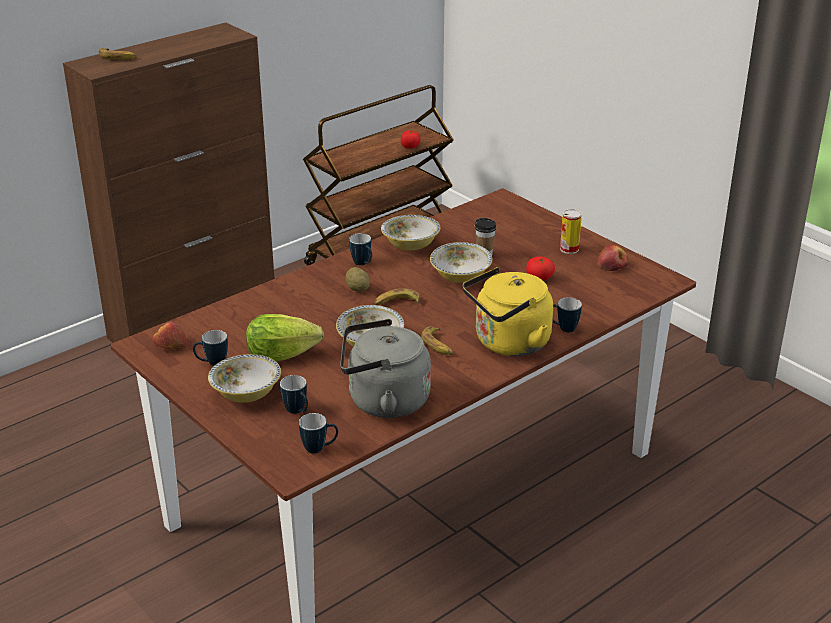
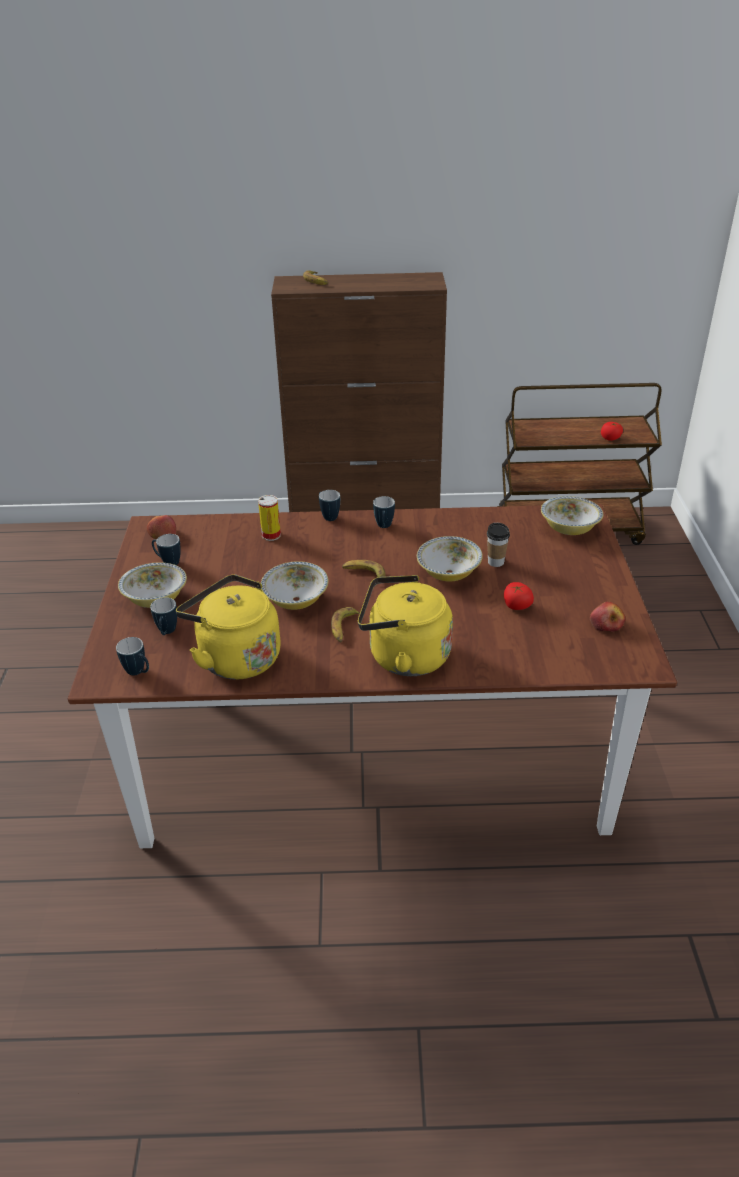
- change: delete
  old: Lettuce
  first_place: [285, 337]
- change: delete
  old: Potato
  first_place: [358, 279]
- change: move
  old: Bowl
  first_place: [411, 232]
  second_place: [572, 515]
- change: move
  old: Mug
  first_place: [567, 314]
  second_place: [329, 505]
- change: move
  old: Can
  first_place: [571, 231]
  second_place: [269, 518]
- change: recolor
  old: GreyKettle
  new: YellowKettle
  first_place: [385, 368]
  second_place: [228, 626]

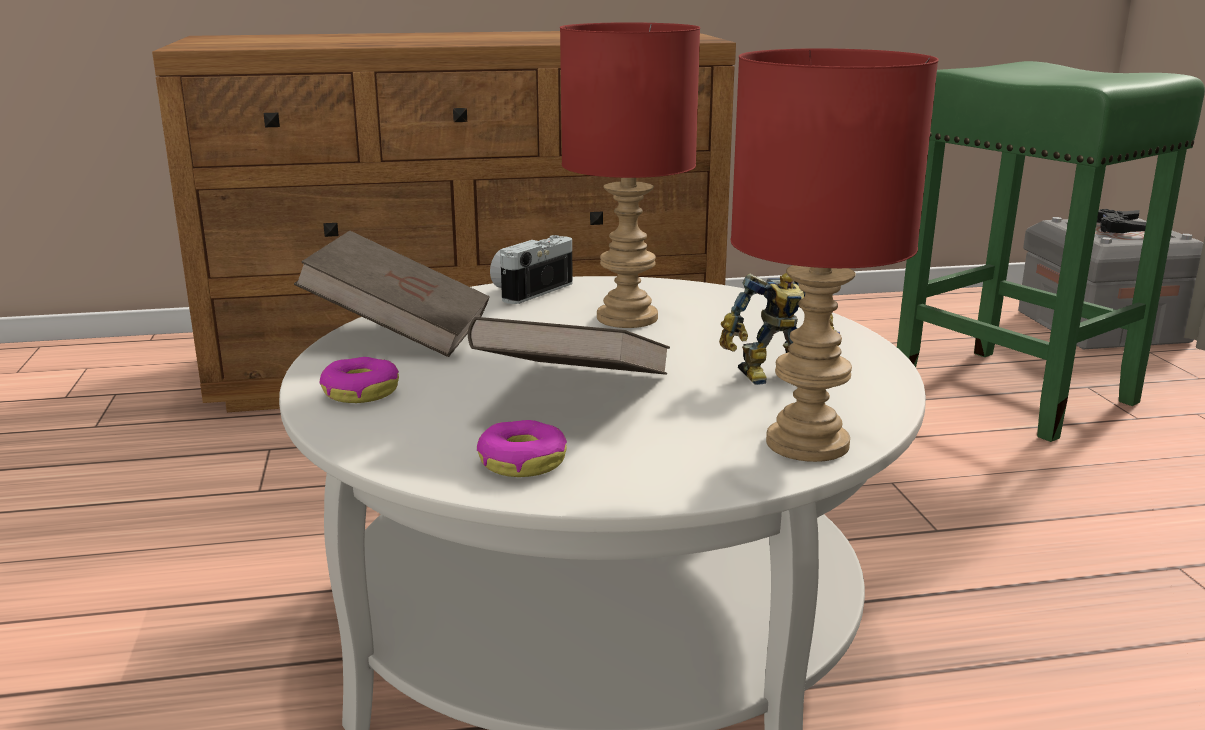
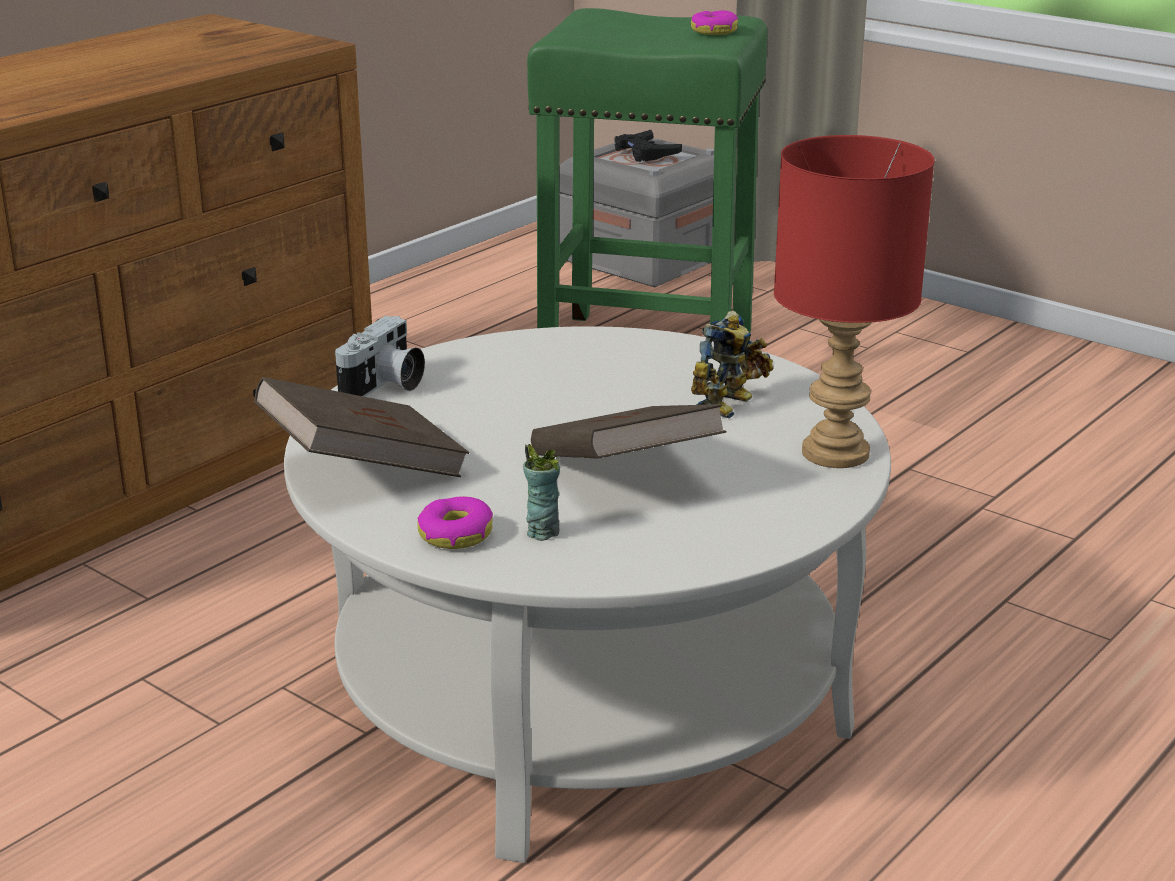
- change: delete
  old: RedTableLamp
  first_place: [630, 175]
- change: insert
  new: Cup
  second_place: [541, 492]
- change: move
  old: Donut
  first_place: [522, 448]
  second_place: [714, 22]
- change: rotate
  old: PhotoCamera
  first_place: [531, 269]
  second_place: [380, 356]
  degrees: -150

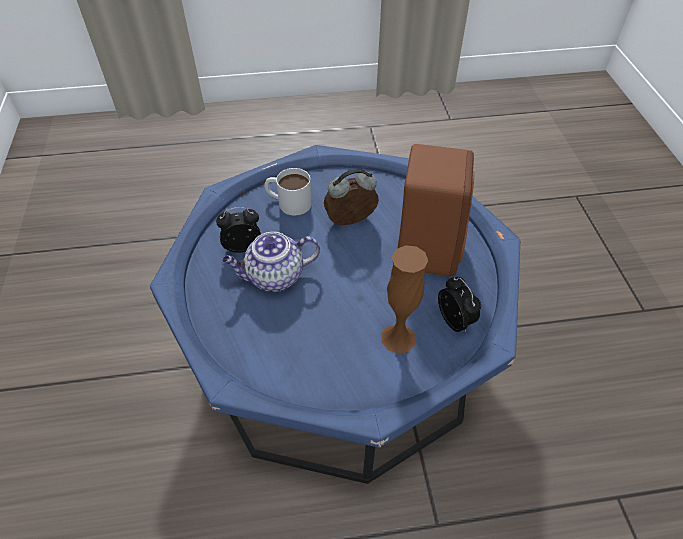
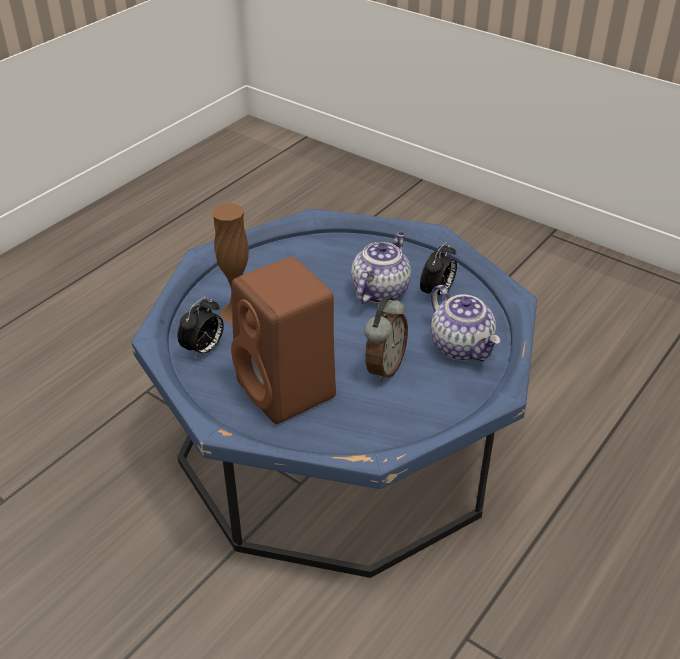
- change: replace
  old: WhiteMug
  new: Teapot
  first_place: [288, 191]
  second_place: [466, 323]
- change: rotate
  old: AlarmClock
  first_place: [459, 304]
  second_place: [200, 328]
  degrees: -75

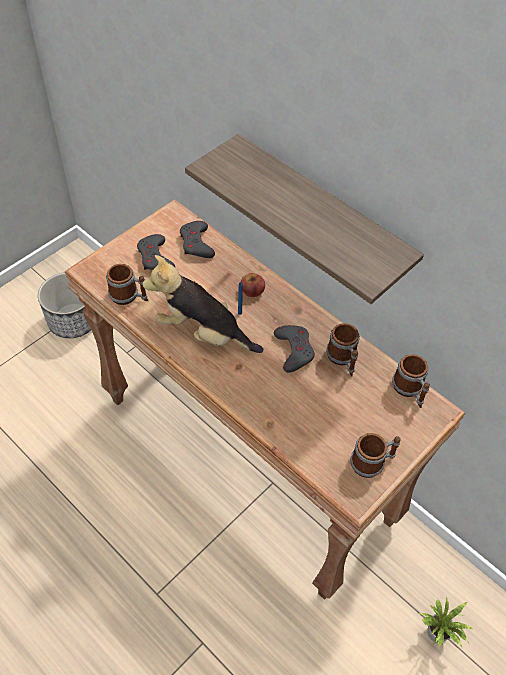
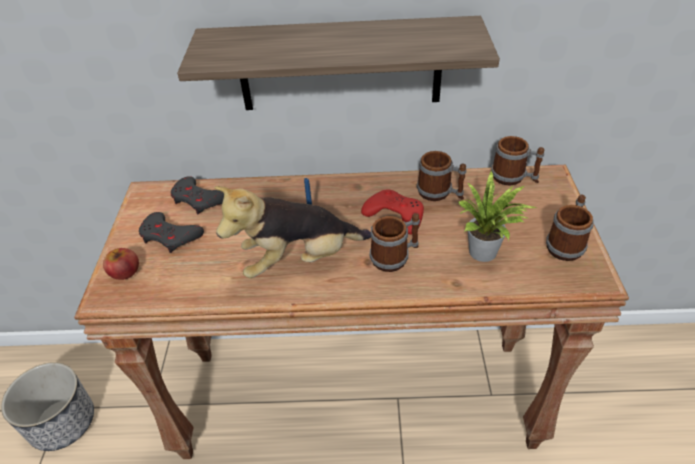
- change: move
  old: Mug
  first_place: [127, 284]
  second_place: [395, 242]
- change: move
  old: Apple
  first_place: [253, 285]
  second_place: [121, 264]
- change: move
  old: PottedPlant
  first_place: [445, 622]
  second_place: [497, 216]
- change: recolor
  old: GreyGameController
  new: RedGameController
  first_place: [294, 349]
  second_place: [392, 211]

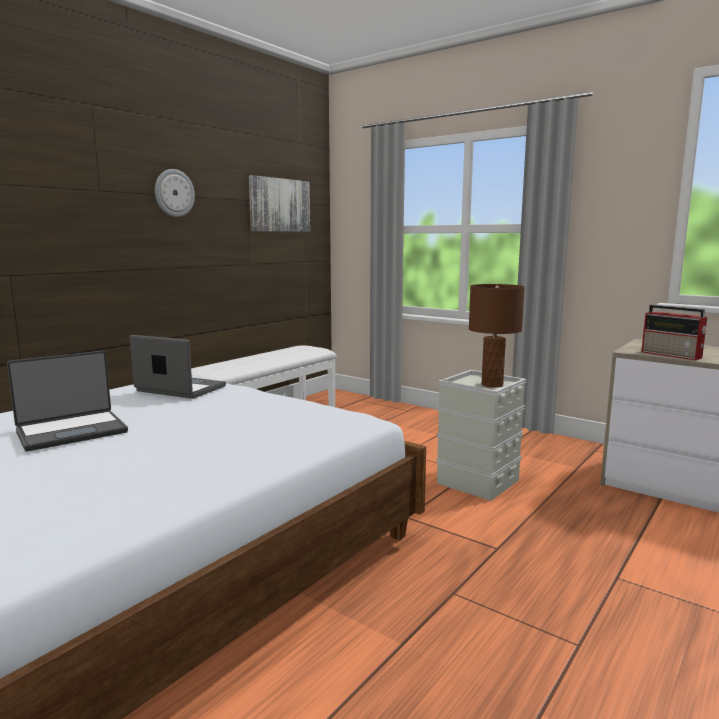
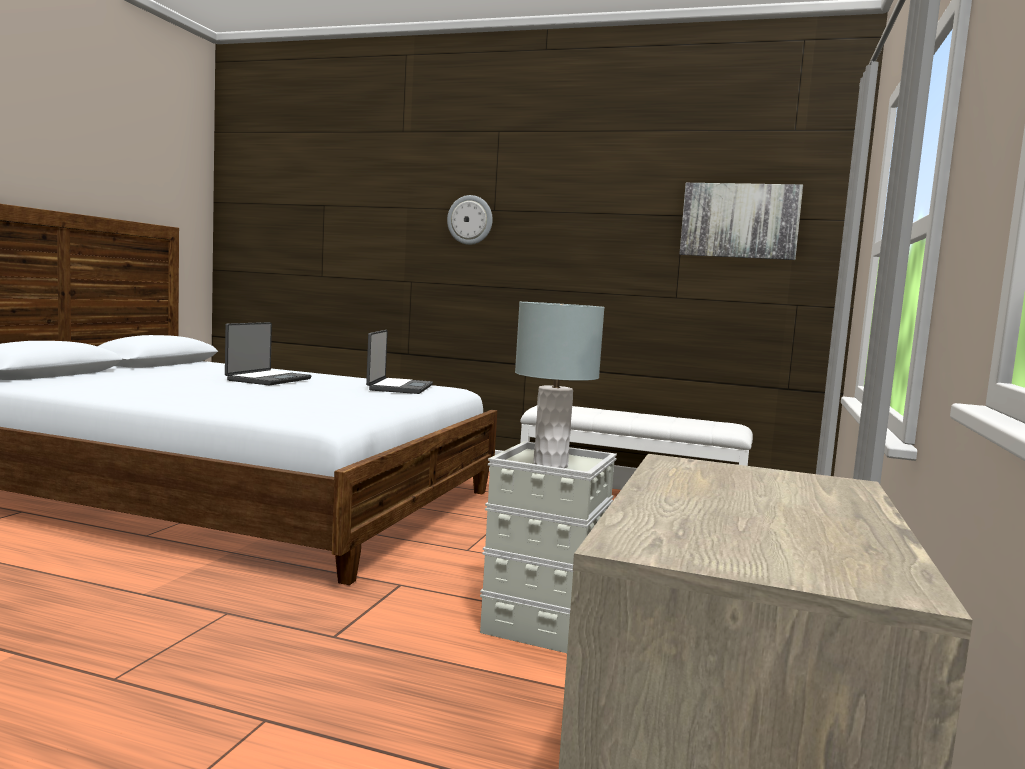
- change: delete
  old: Radio
  first_place: [674, 332]
- change: move
  old: WallClock
  first_place: [175, 193]
  second_place: [470, 220]
- change: recolor
  old: BrownTableLamp
  new: GreyTableLamp
  first_place: [497, 336]
  second_place: [560, 385]
- change: rotate
  old: Laptop
  first_place: [67, 401]
  second_place: [268, 353]
  degrees: -105

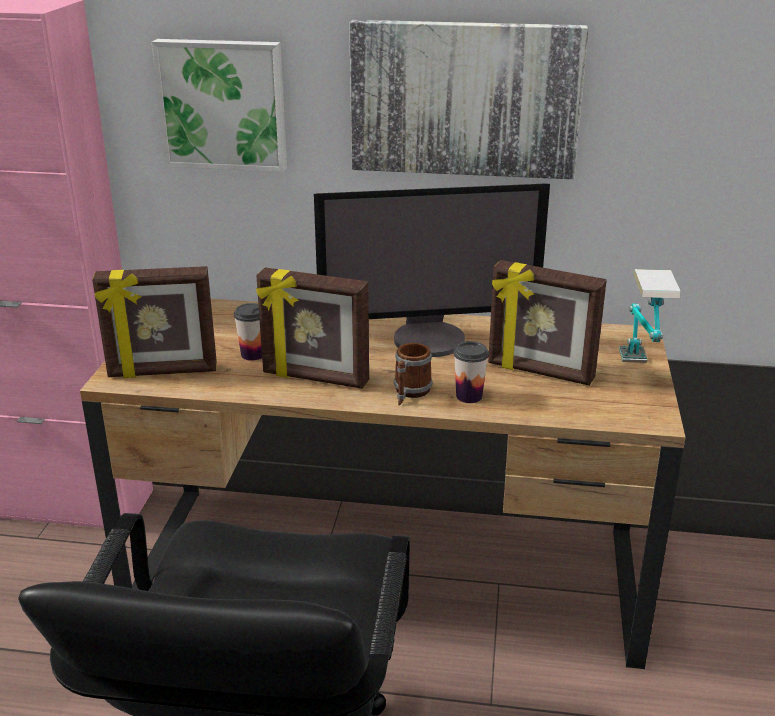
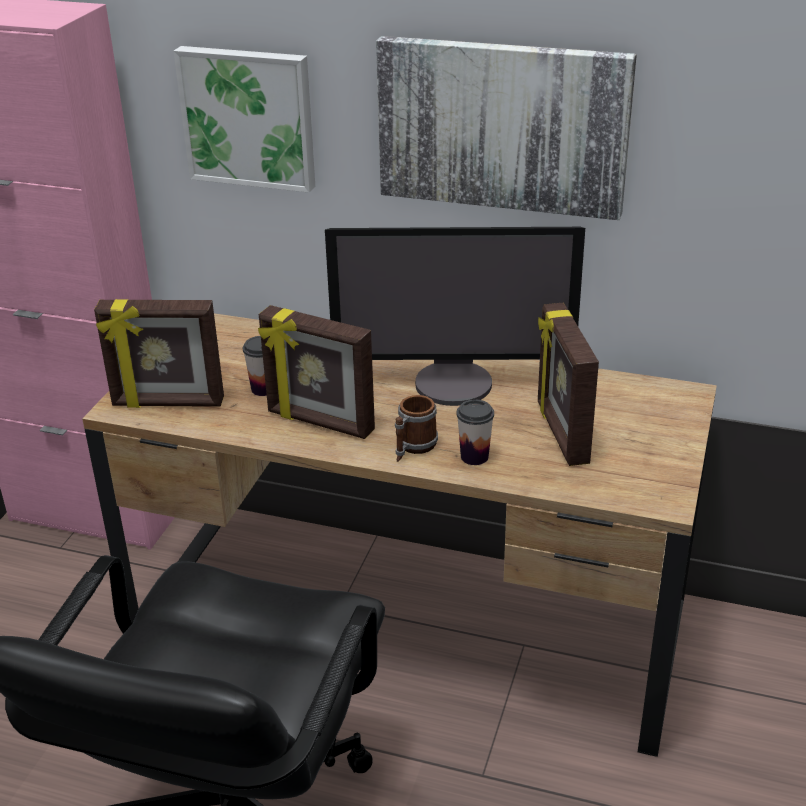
- change: delete
  old: TableLamp
  first_place: [650, 316]
- change: rotate
  old: PictureFrame
  first_place: [547, 323]
  second_place: [568, 384]
  degrees: 45

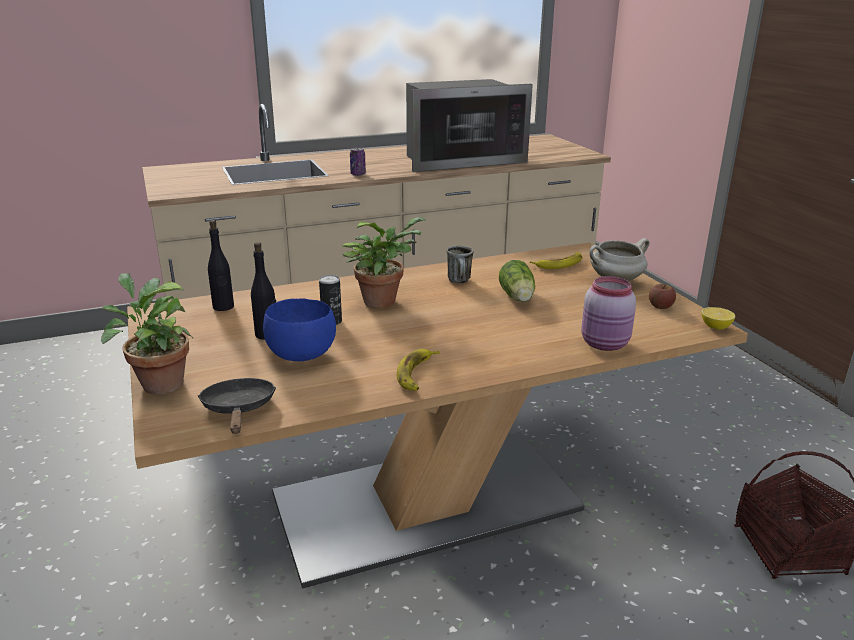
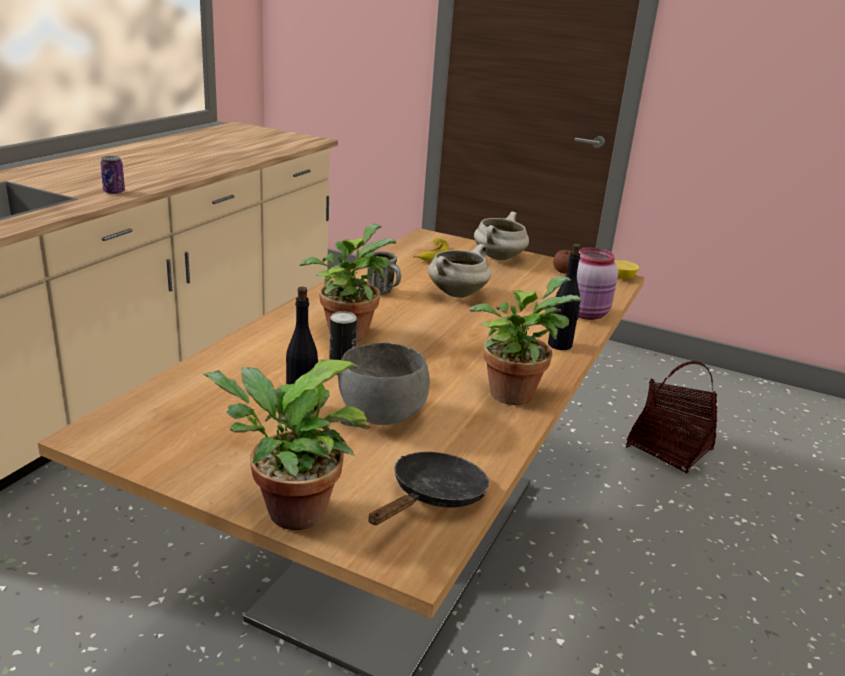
- change: delete
  old: Microwave
  first_place: [469, 125]
- change: move
  old: BlackBottle
  first_place: [221, 265]
  second_place: [564, 297]
- change: replace
  old: Banana
  new: PottedPlant
  first_place: [418, 370]
  second_place: [525, 340]
- change: replace
  old: Lettuce
  new: WhiteCookingPot
  first_place: [517, 281]
  second_place: [459, 271]
- change: recolor
  old: BlueBowl
  new: GreyBowl
  first_place: [299, 329]
  second_place: [384, 384]
- change: rotate
  old: BlackFryingPan
  first_place: [237, 406]
  second_place: [428, 488]
  degrees: 90

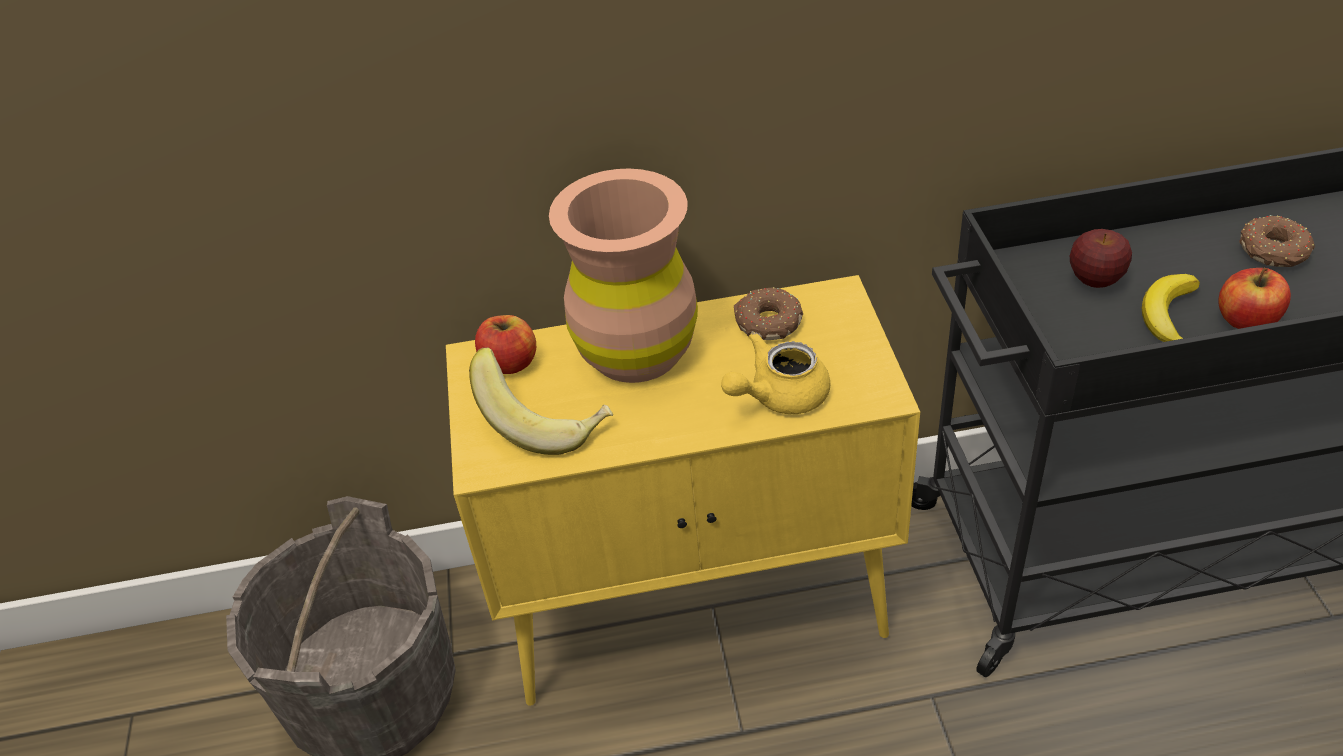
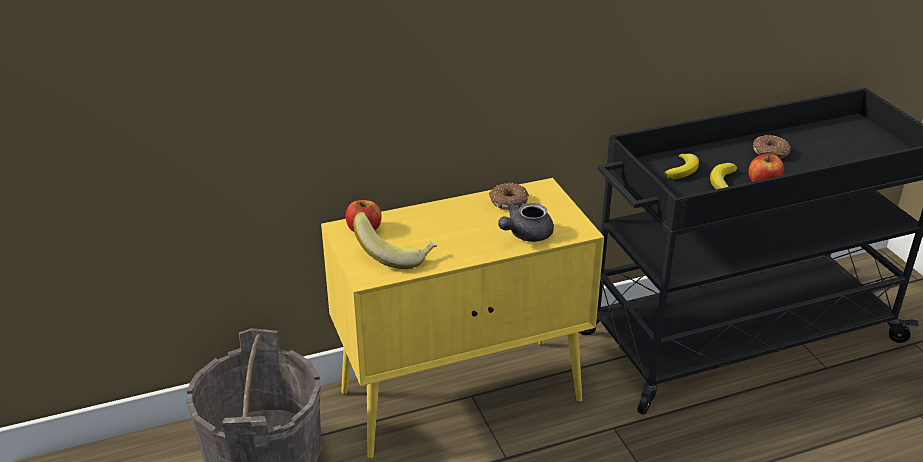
- change: delete
  old: BrownVase
  first_place: [623, 276]
- change: replace
  old: Apple
  new: Banana
  first_place: [1101, 258]
  second_place: [682, 166]
- change: recolor
  old: YellowTeapot
  new: GreyTeapot
  first_place: [775, 373]
  second_place: [526, 221]

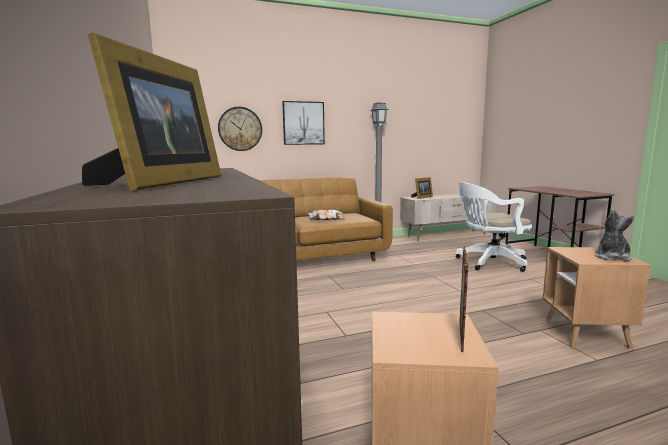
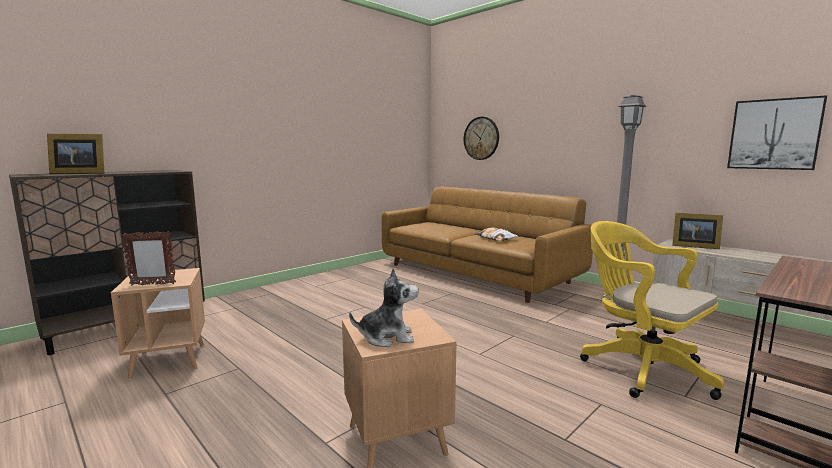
- change: move
  old: Picture
  first_place: [303, 123]
  second_place: [777, 132]
- change: recolor
  old: WhiteOfficeChair
  new: YellowOfficeChair
  first_place: [494, 227]
  second_place: [652, 310]

